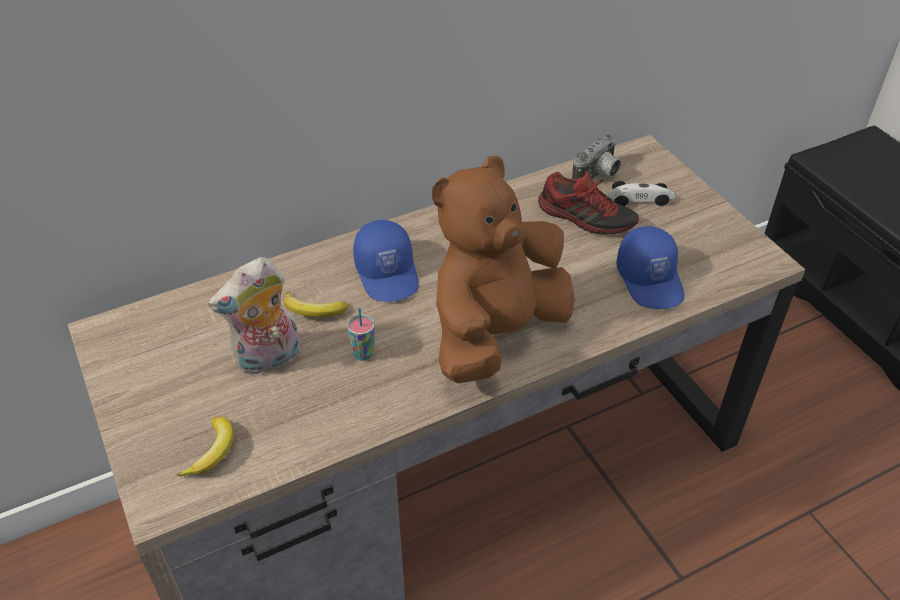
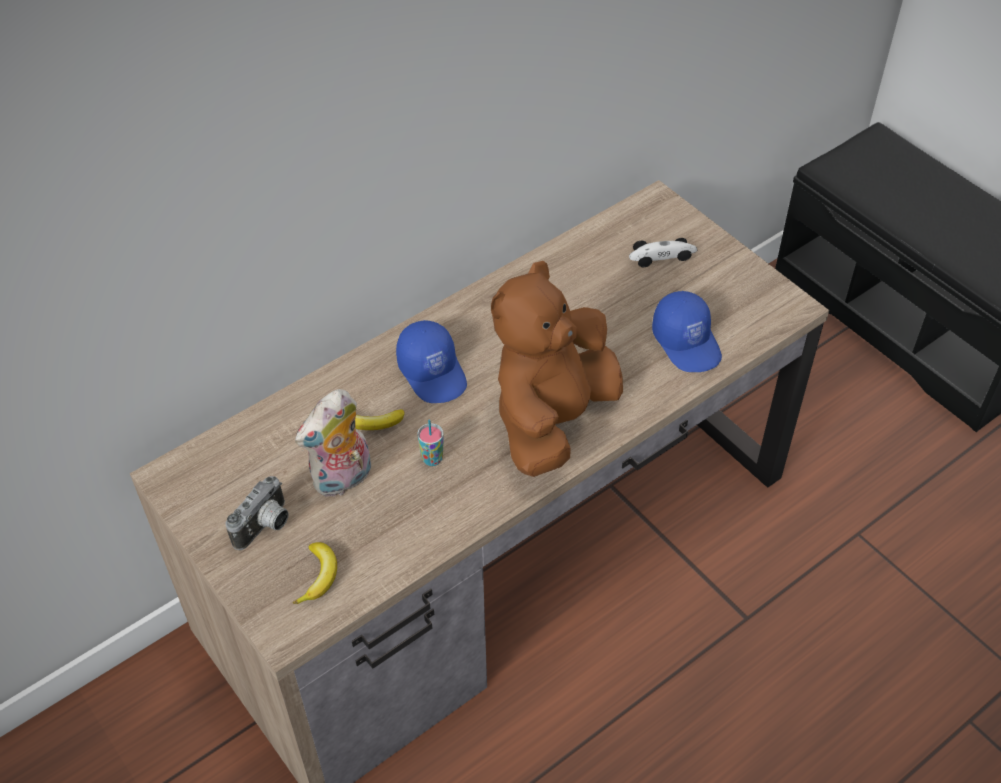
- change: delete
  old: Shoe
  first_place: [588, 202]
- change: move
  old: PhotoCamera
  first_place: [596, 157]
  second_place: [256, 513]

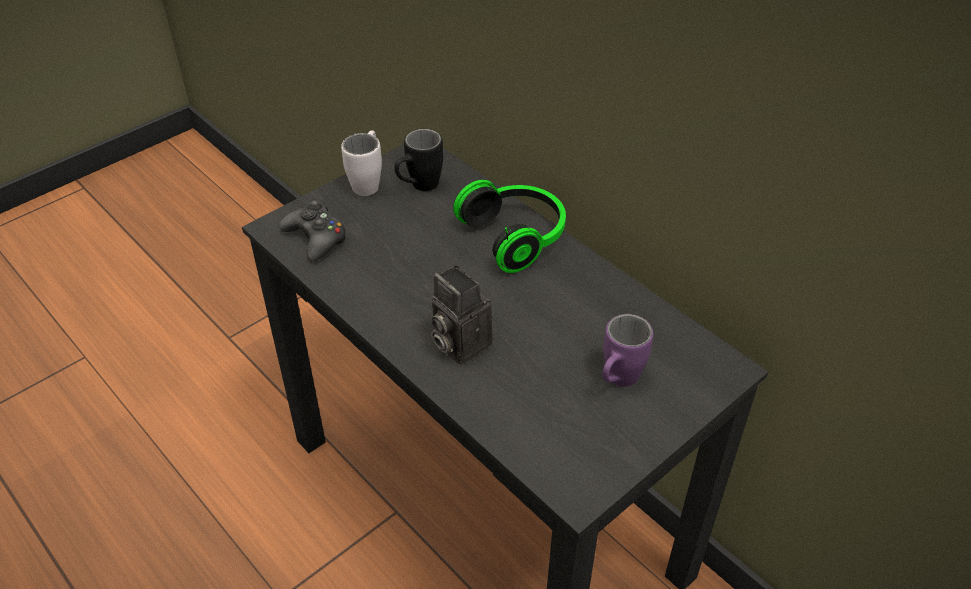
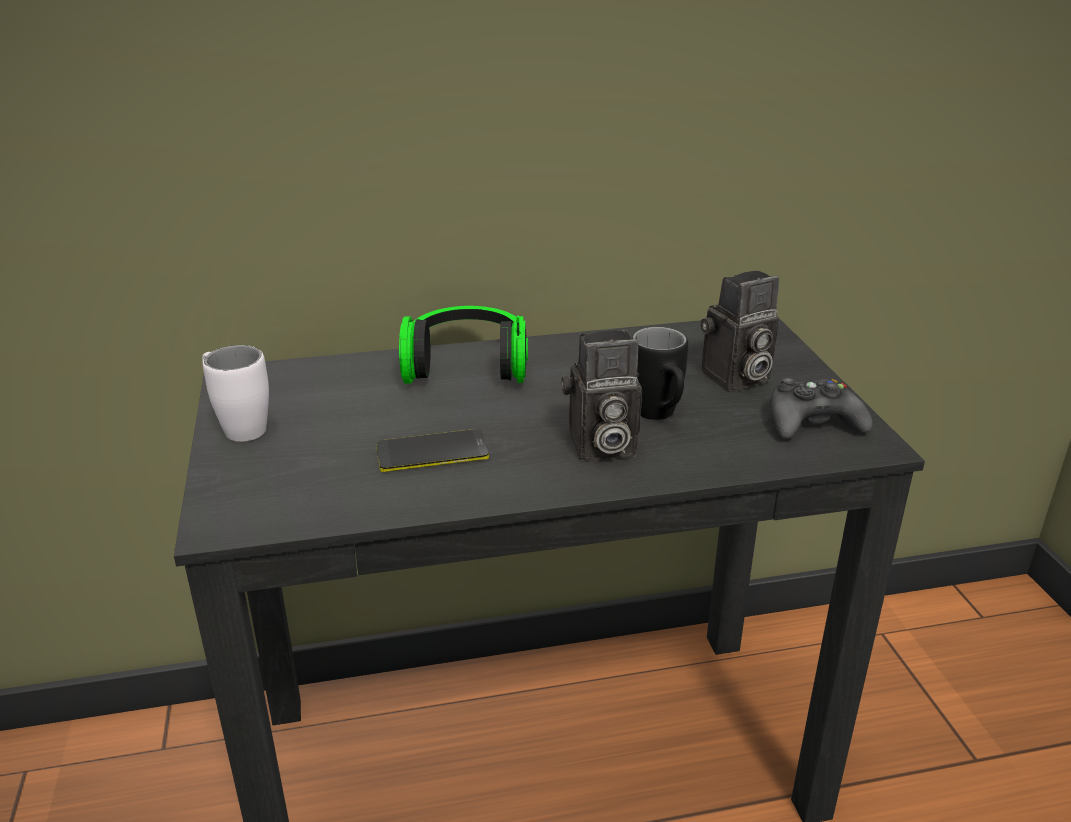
- change: insert
  new: Phone
  second_place: [432, 450]
- change: move
  old: BlackGameController
  first_place: [313, 231]
  second_place: [821, 408]
- change: move
  old: BlackMug
  first_place: [418, 160]
  second_place: [659, 373]
- change: replace
  old: PurpleMug
  new: PhotoCamera
  first_place: [627, 350]
  second_place: [740, 331]

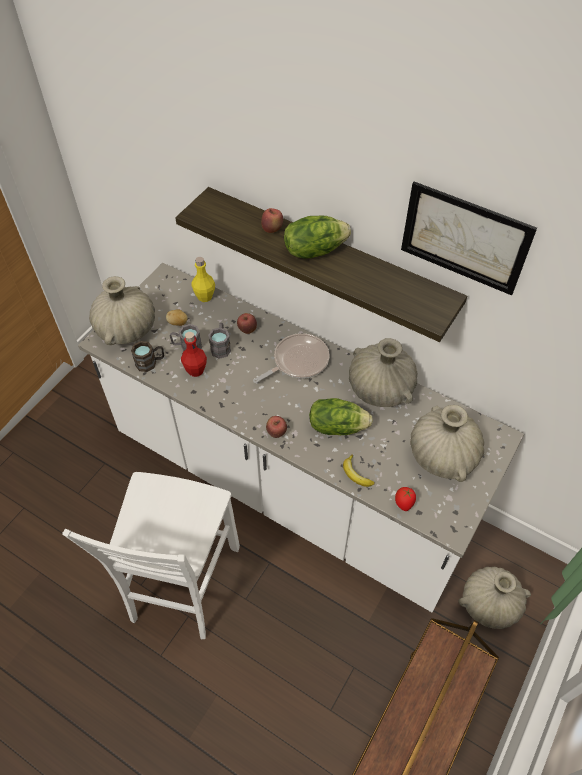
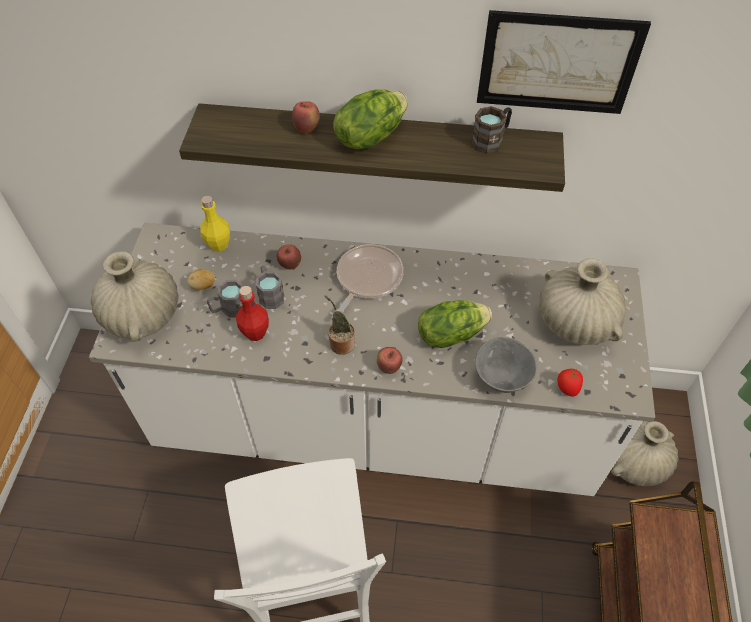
- change: delete
  old: BeigeVase
  first_place: [383, 372]
- change: insert
  new: PottedPlant
  second_place: [340, 325]
- change: move
  old: BrownMug
  first_place: [147, 356]
  second_place: [491, 130]
- change: replace
  old: Banana
  new: GreyBowl
  first_place: [359, 470]
  second_place: [506, 365]

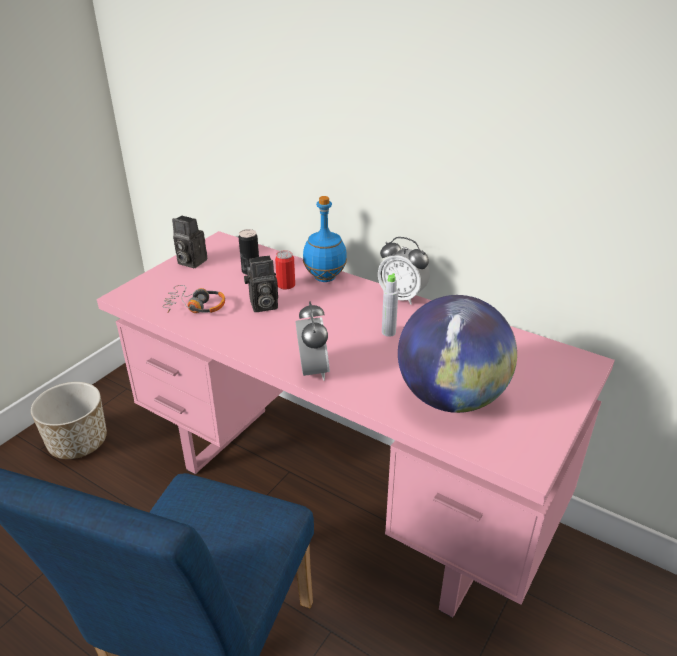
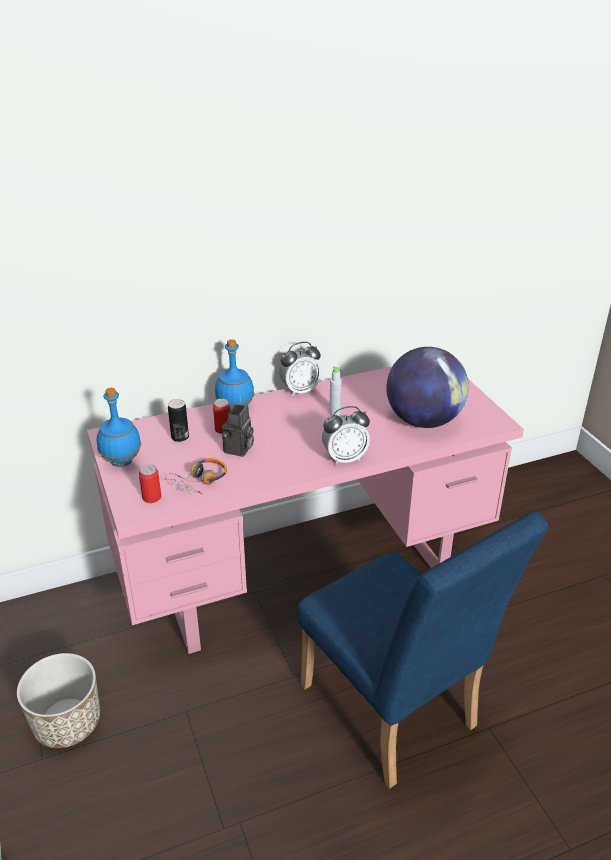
- change: insert
  new: Can
  second_place: [150, 483]
- change: replace
  old: PhotoCamera
  new: BlueBottle
  first_place: [189, 242]
  second_place: [119, 427]
- change: rotate
  old: AlarmClock
  first_place: [313, 341]
  second_place: [346, 435]
  degrees: 135

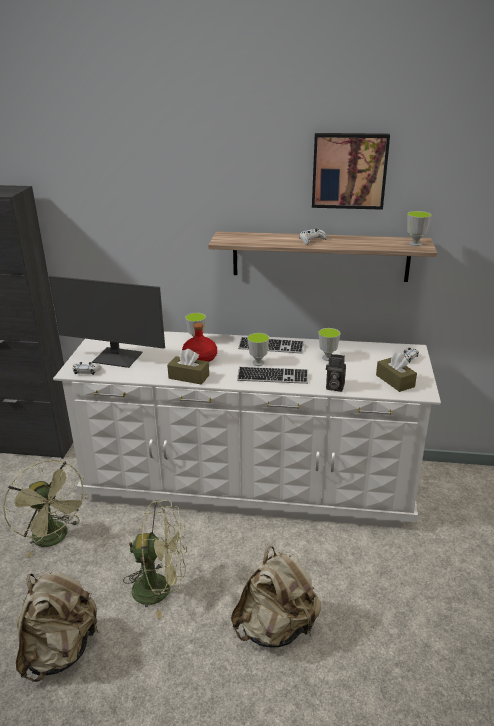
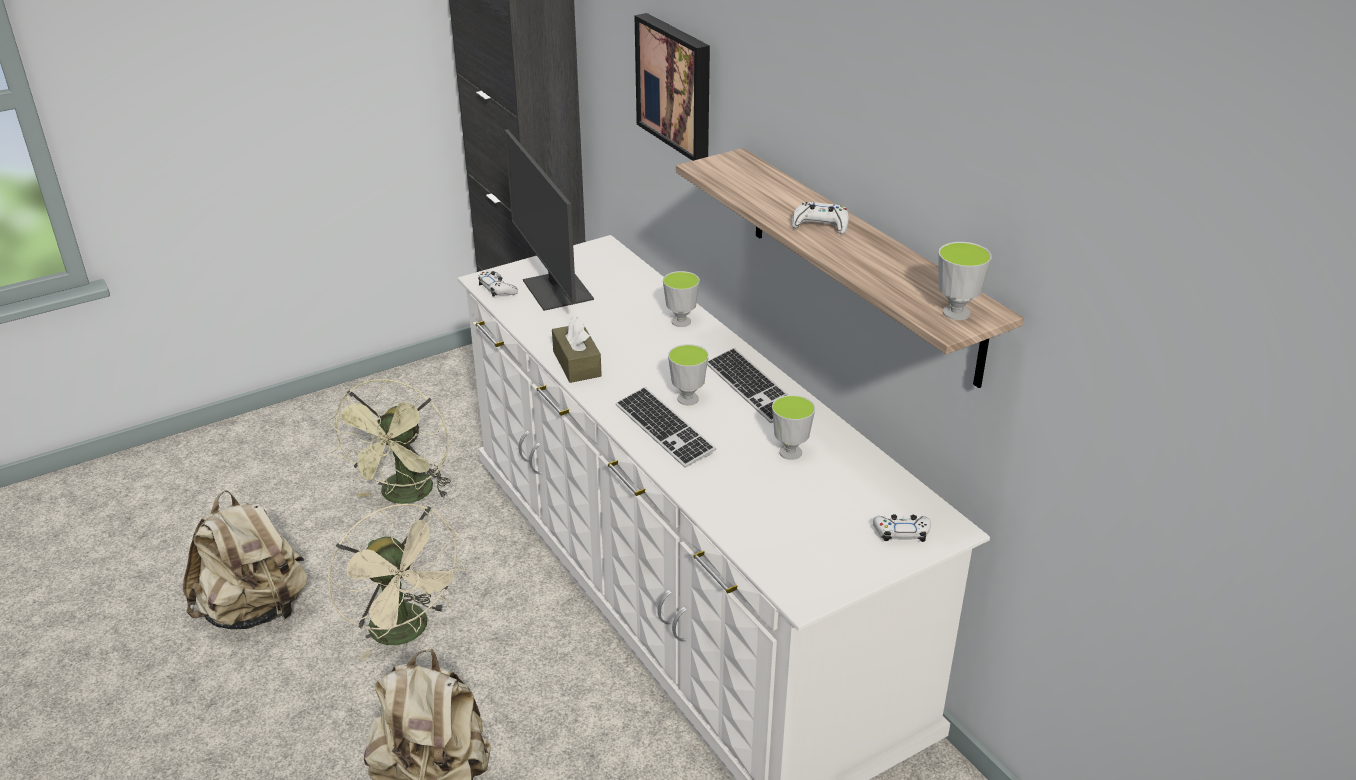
- change: delete
  old: RedBottle
  first_place: [199, 342]
- change: delete
  old: PhotoCamera
  first_place: [336, 373]
- change: delete
  old: BrownTissueBox
  first_place: [396, 372]
- change: move
  old: Picture
  first_place: [351, 171]
  second_place: [672, 87]
- change: recolor
  old: GreenFan
  new: BeigeFan
  first_place: [155, 559]
  second_place: [396, 582]

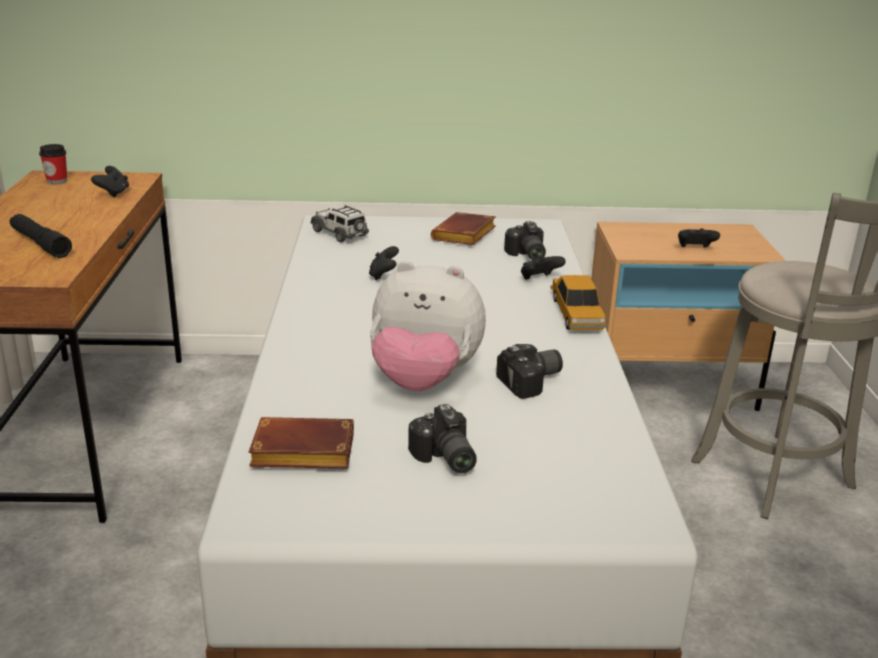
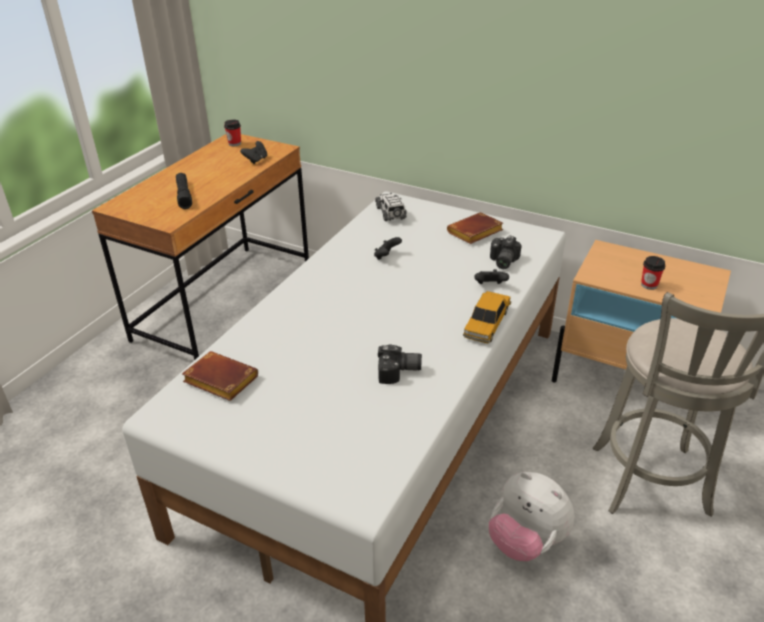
- change: delete
  old: PhotoCamera
  first_place: [442, 439]
- change: move
  old: PlushToy
  first_place: [428, 326]
  second_place: [532, 516]
- change: replace
  old: BlackGameController
  new: Cup
  first_place: [699, 238]
  second_place: [653, 273]

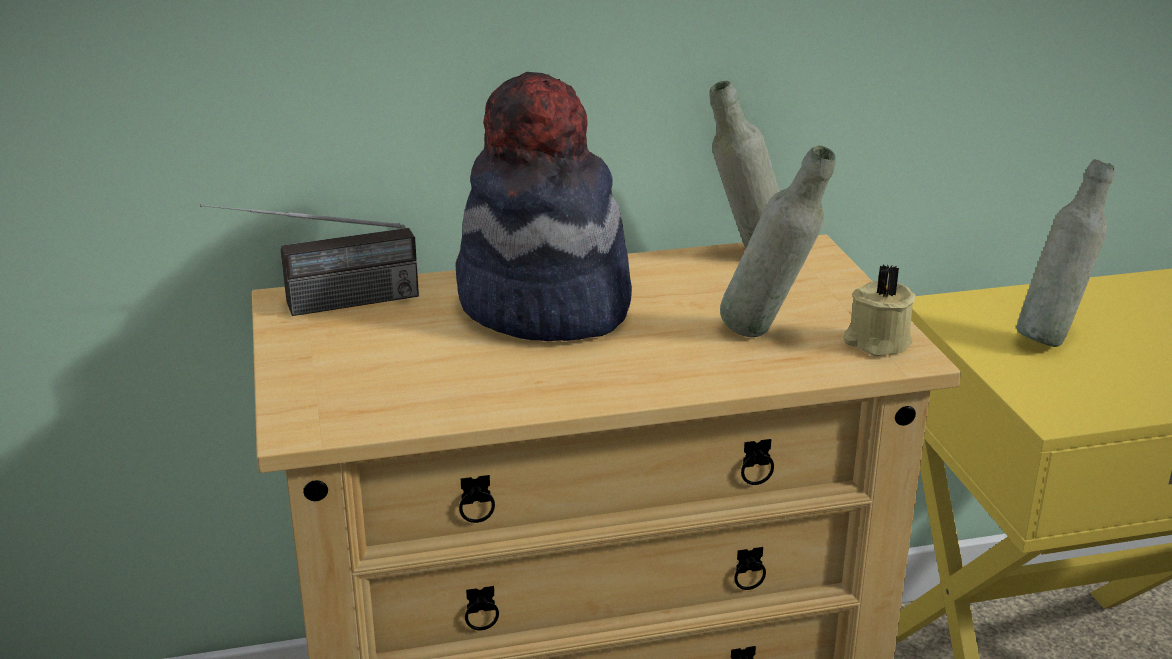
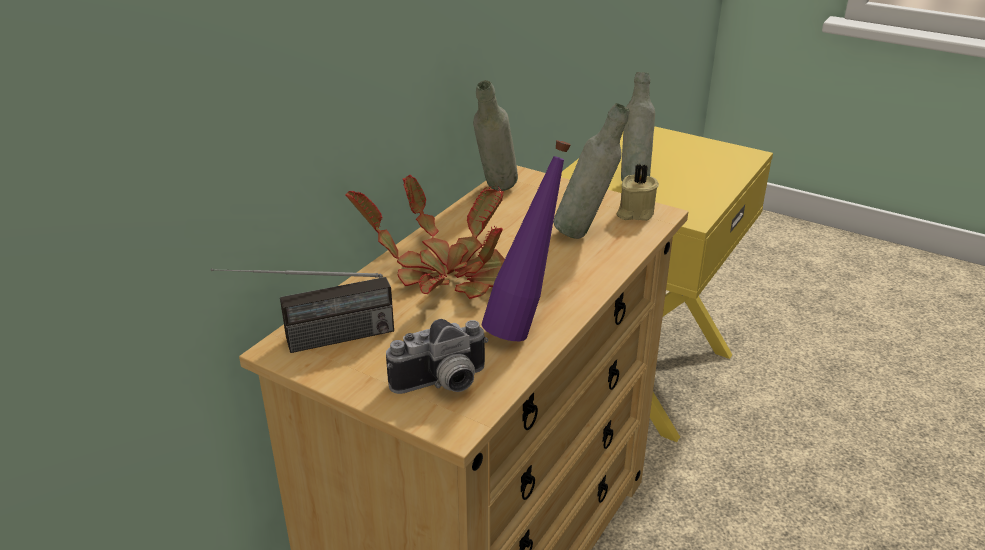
- change: insert
  new: PhotoCamera
  second_place: [437, 356]
- change: insert
  new: PurpleBottle
  second_place: [526, 240]
- change: replace
  old: Hat
  new: PottedPlant
  first_place: [544, 206]
  second_place: [425, 237]
- change: rotate
  old: Radio
  first_place: [309, 260]
  second_place: [302, 310]
  degrees: 45

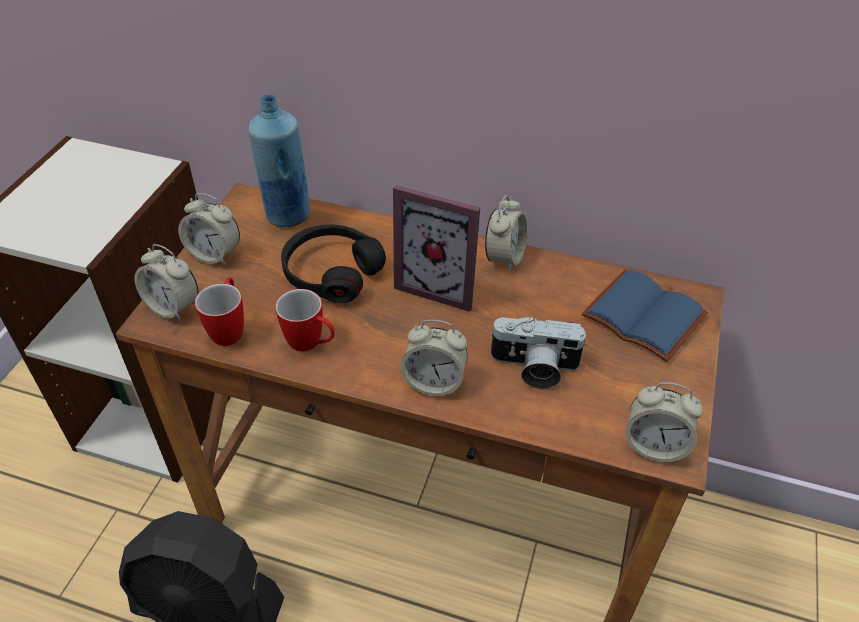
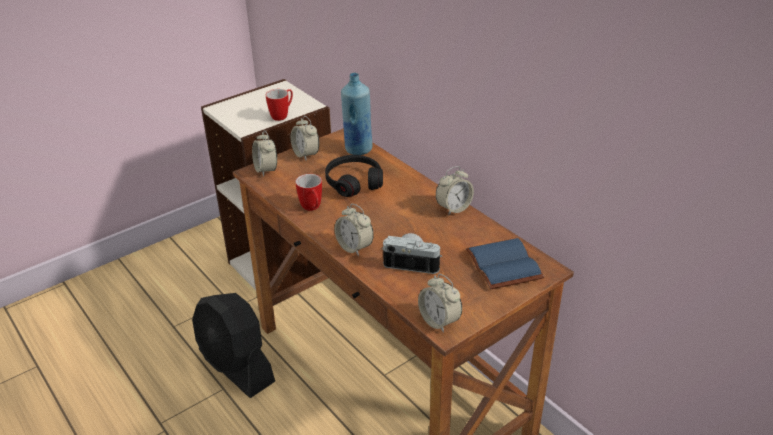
- change: delete
  old: PictureFrame
  first_place: [436, 248]
- change: move
  old: Mug
  first_place: [219, 311]
  second_place: [279, 105]
- change: rotate
  old: PhotoCamera
  first_place: [538, 353]
  second_place: [411, 253]
  degrees: 150

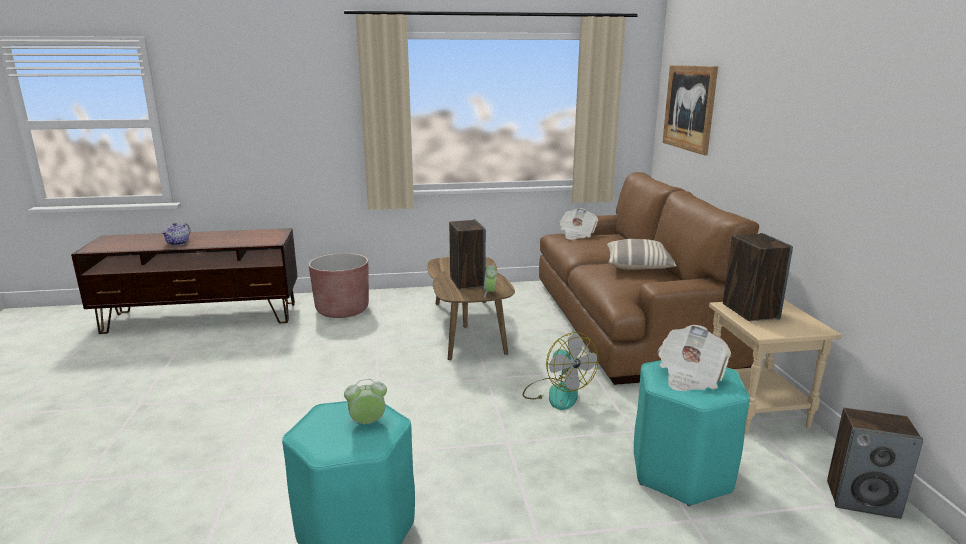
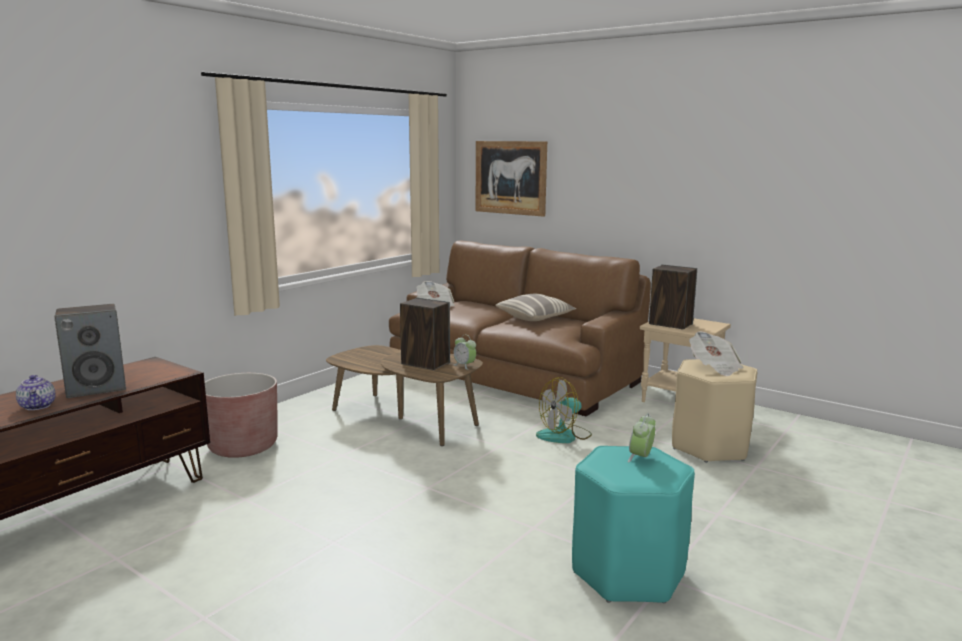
- change: move
  old: Speaker
  first_place: [875, 463]
  second_place: [90, 351]
- change: recolor
  old: TurquoiseStool
  new: BeigeStool
  first_place: [692, 433]
  second_place: [714, 411]
- change: rotate
  old: Fan
  first_place: [560, 371]
  second_place: [564, 410]
  degrees: 135

